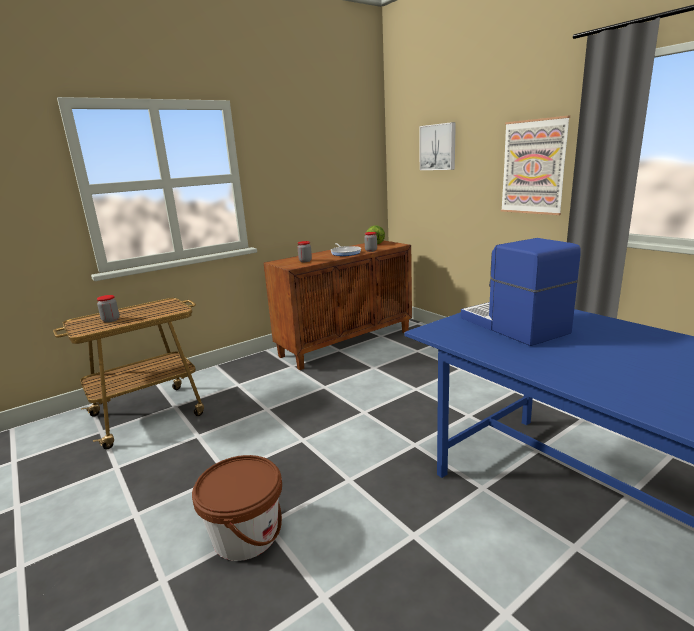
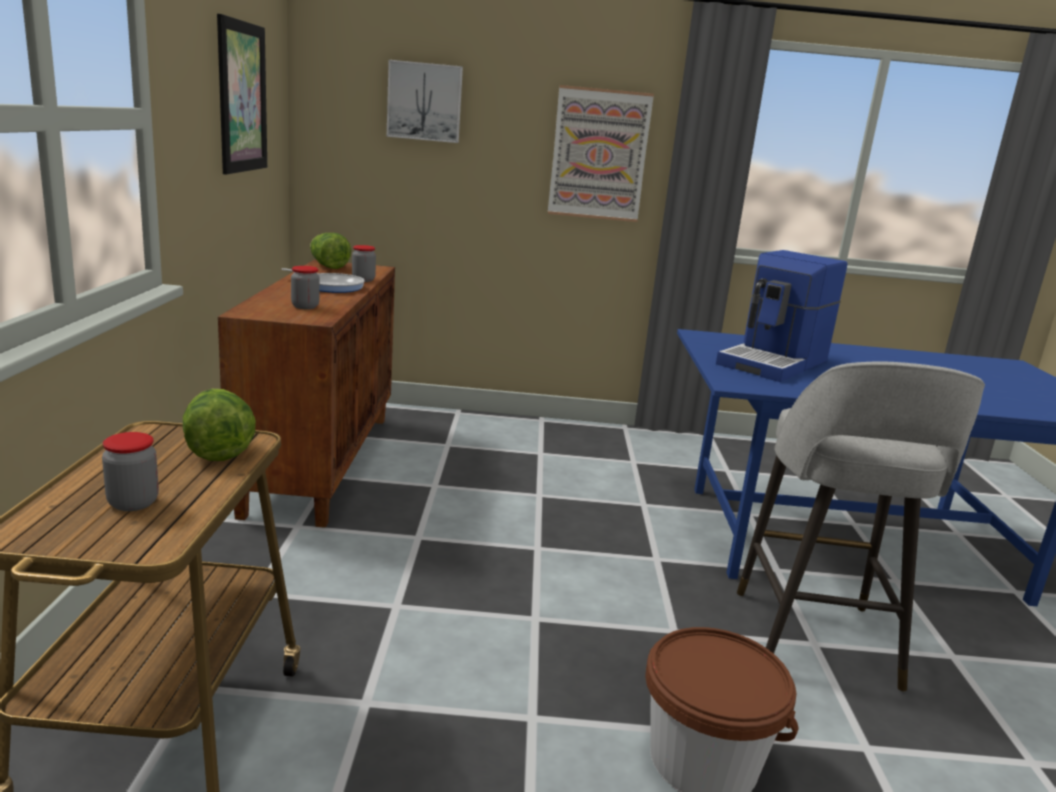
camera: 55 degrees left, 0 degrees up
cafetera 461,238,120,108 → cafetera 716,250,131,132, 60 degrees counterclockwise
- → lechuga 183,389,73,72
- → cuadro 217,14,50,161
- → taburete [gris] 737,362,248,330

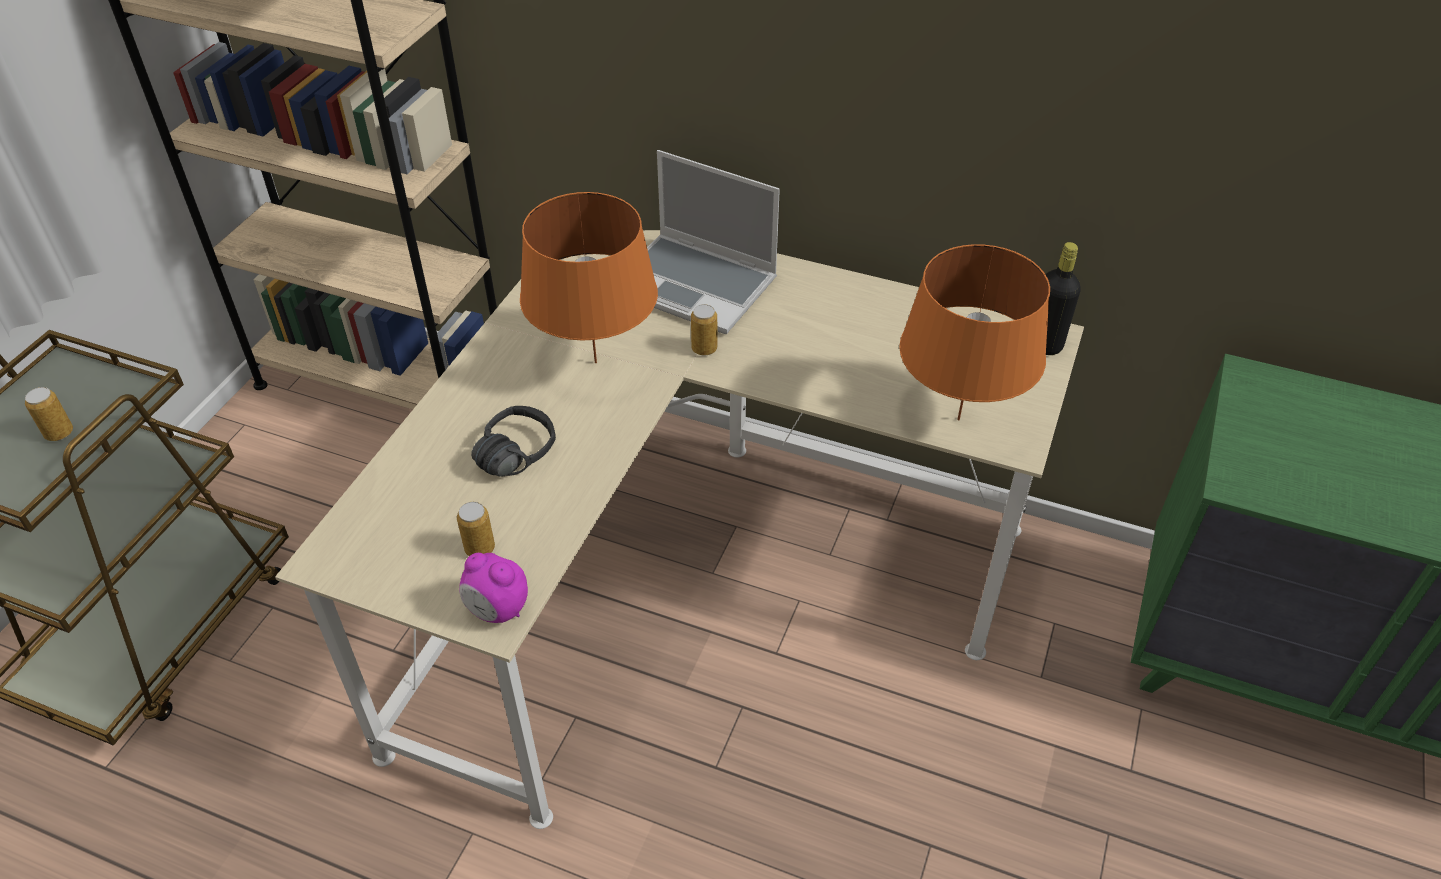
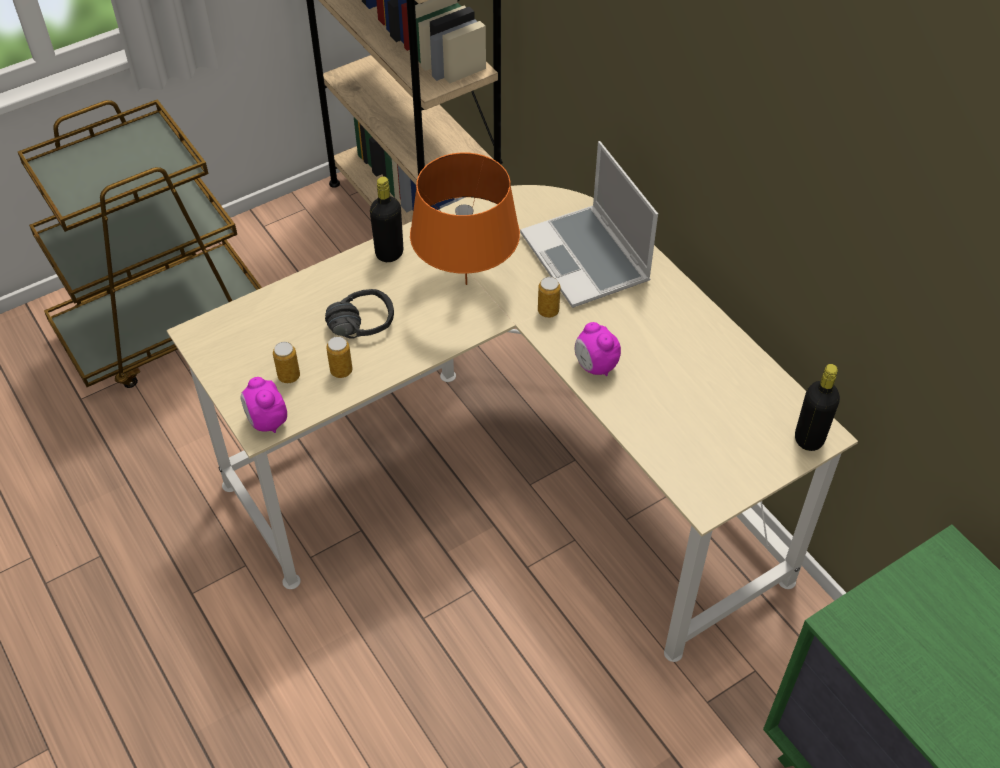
camera: 35 degrees right, 5 degrees up
lata 25,387,48,54 → lata 326,336,26,42, moved
lámpara de mesa [naranja] 899,244,151,177 → -
- → botella [negro] 370,176,33,86
- → despertador 575,322,46,54

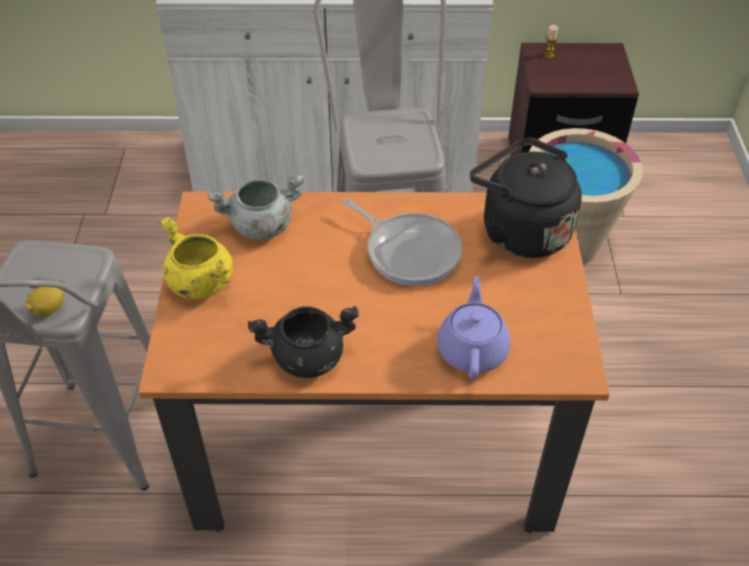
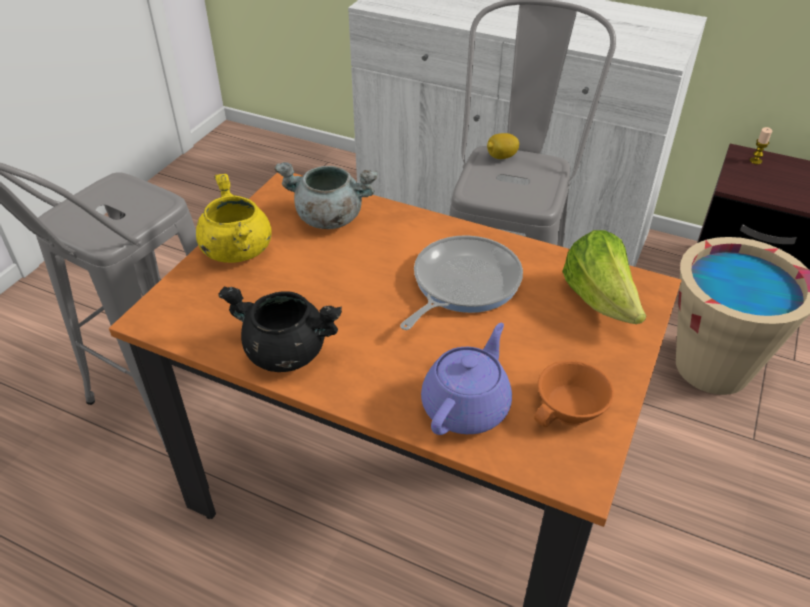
camera: 25 degrees right, 5 degrees down
limón 26,287,38,29 → limón 487,133,32,26, moved
sartén 343,199,120,87 → sartén 400,235,123,95, 120 degrees counterclockwise
hervidor [negro] 470,137,112,121 → lechuga 562,230,84,94
- → taza [naranja] 534,360,80,67

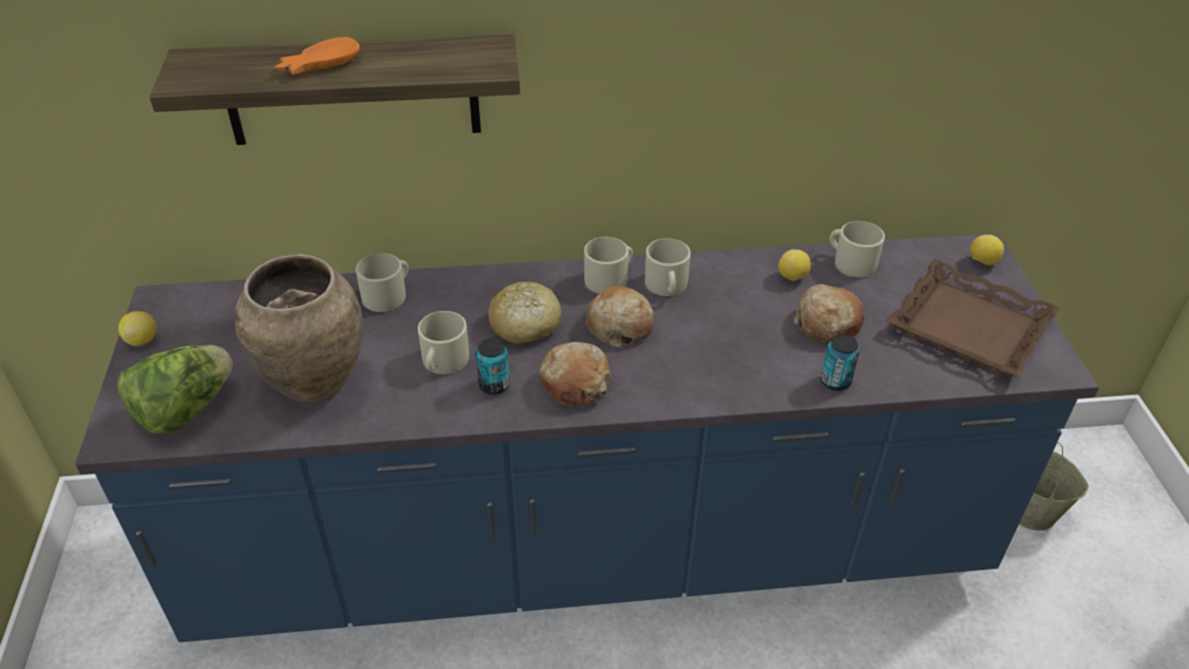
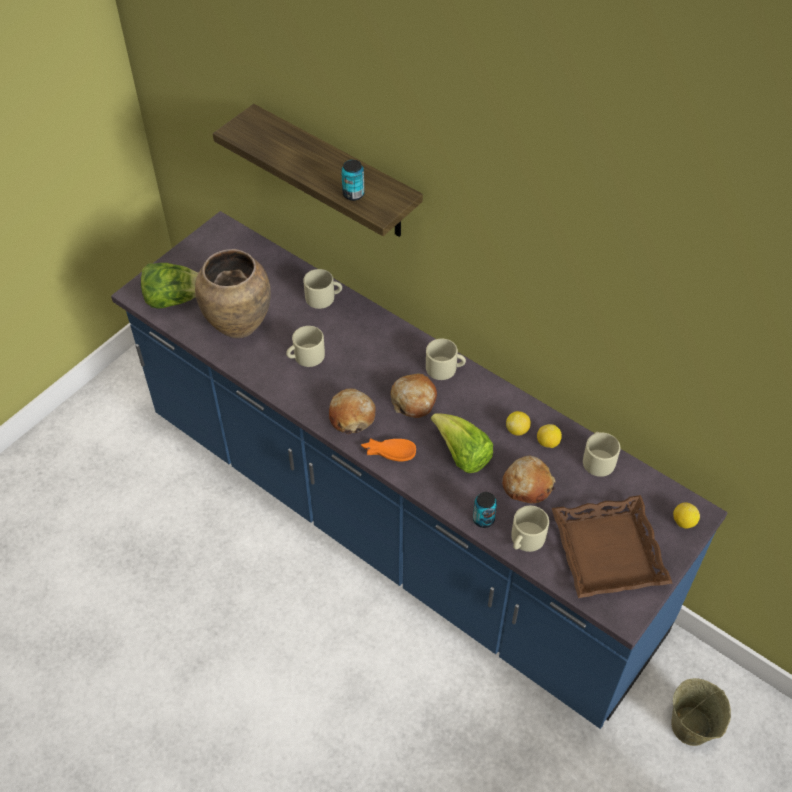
camera: 45 degrees right, 10 degrees up
limón 118,311,39,35 → limón 506,411,25,25, moved
cuenco [naranja] 274,37,86,38 → cuenco [naranja] 361,438,55,23, moved
lata 476,338,34,57 → lata 341,160,23,41, moved
pan 488,282,73,62 → -
taza grande [beis] 645,238,46,58 → taza grande [beis] 511,506,38,46, moved
- → lechuga 431,413,62,60

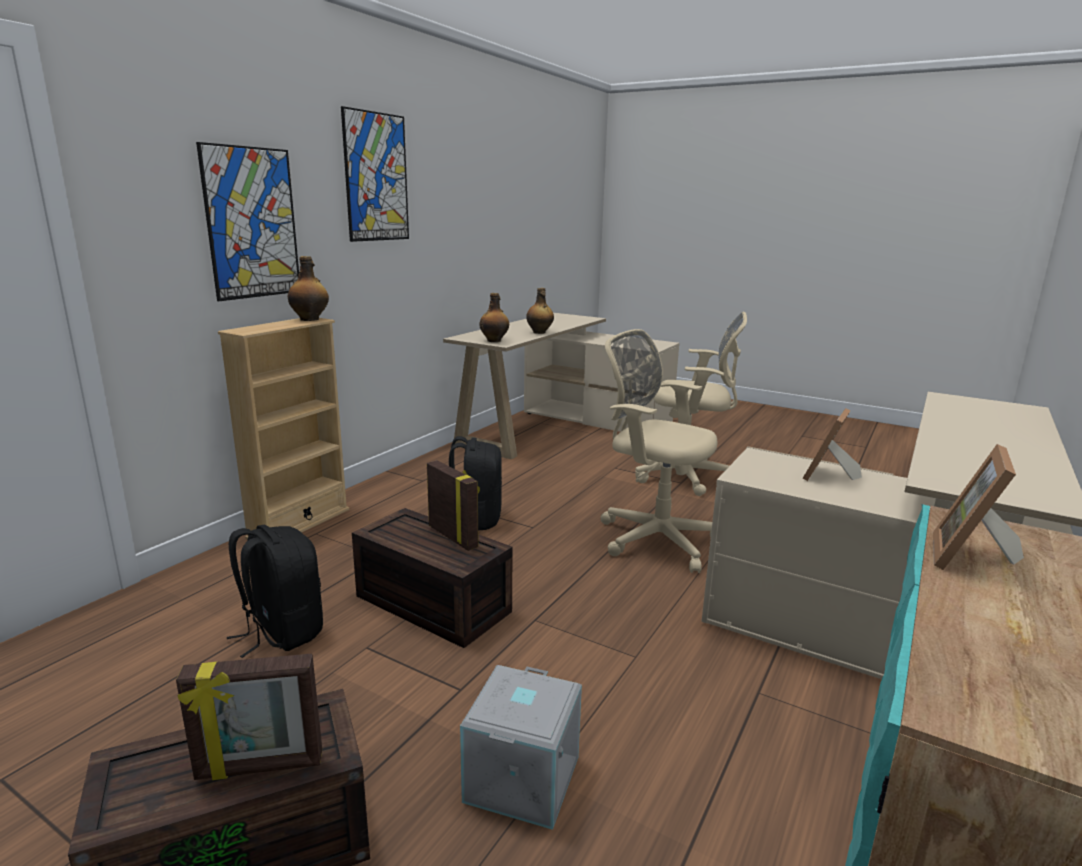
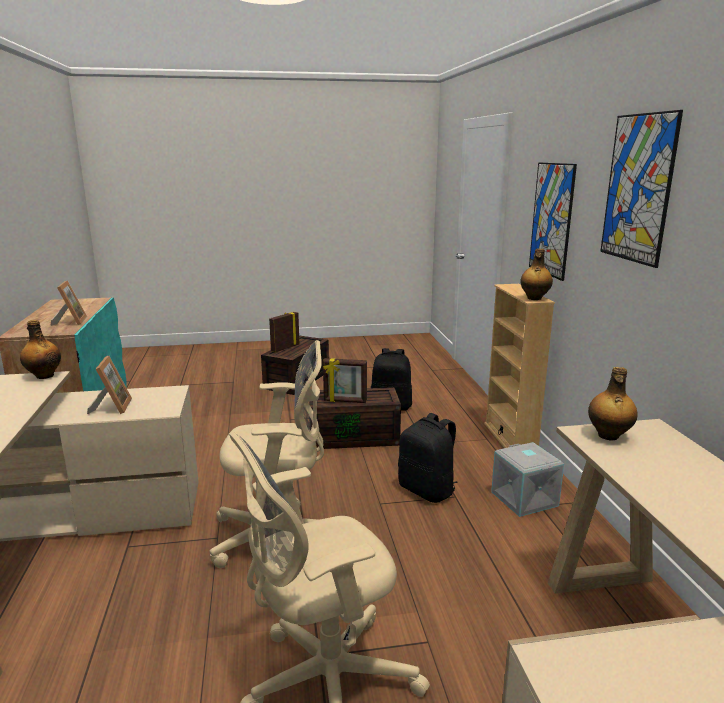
camera: 140 degrees right, 0 degrees up
caja de almacenaje [gris] 460,665,122,165 → caja de almacenaje [gris] 491,442,73,75, moved
botella 526,288,28,46 → botella 20,320,41,59, moved

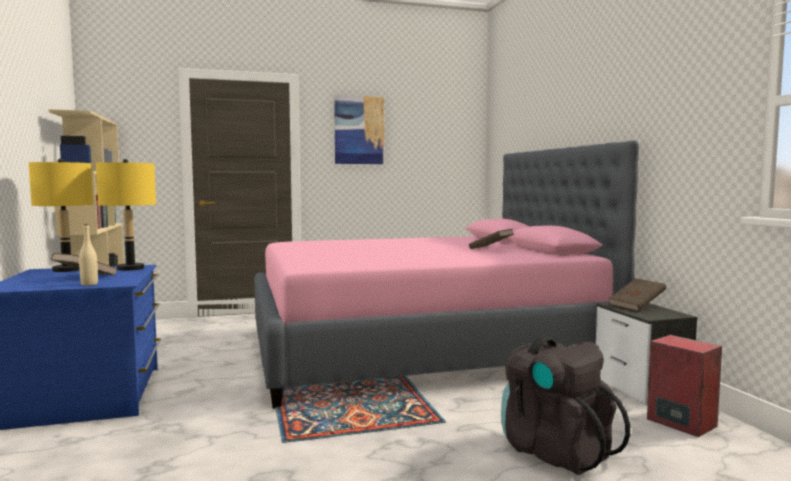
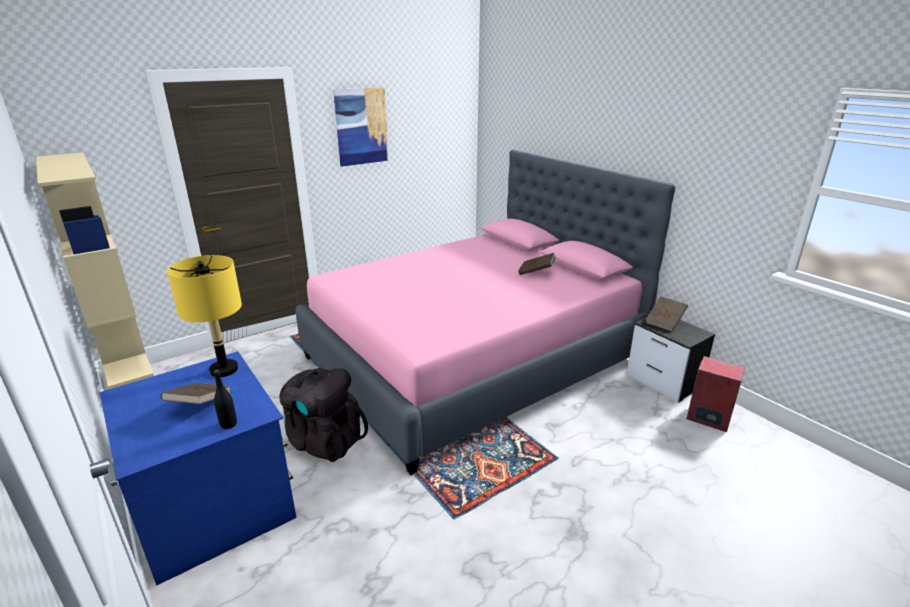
camera: 20 degrees left, 20 degrees up
lámpara de mesa [amarillo] 29,159,64,113 → -
botella [beis] 79,224,19,62 → botella [negro] 214,370,23,59
mochila [negro] 501,336,129,139 → mochila [negro] 279,368,89,94, moved

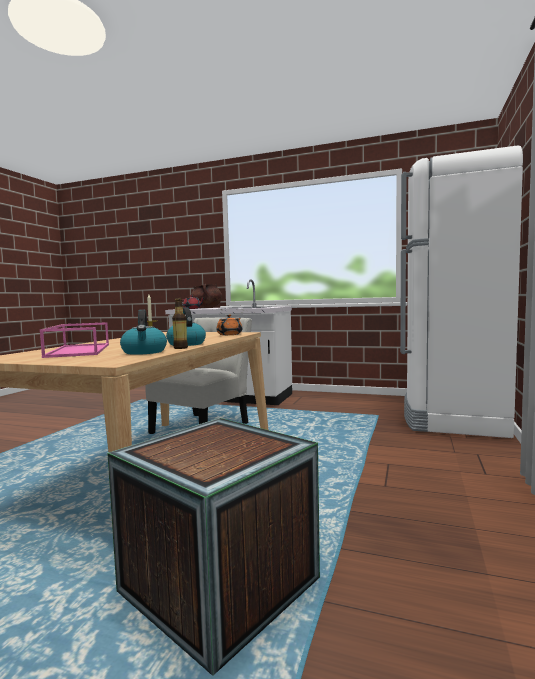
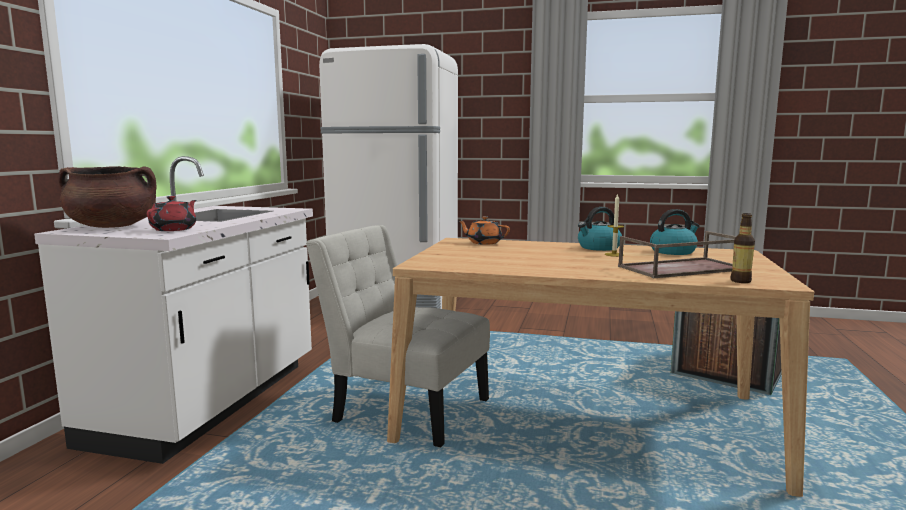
camera: 95 degrees left, 5 degrees up
bandeja [rosa] 40,322,69,36 → bandeja [marrón] 618,231,119,47
botella 172,298,16,51 → botella 731,213,24,70, moved

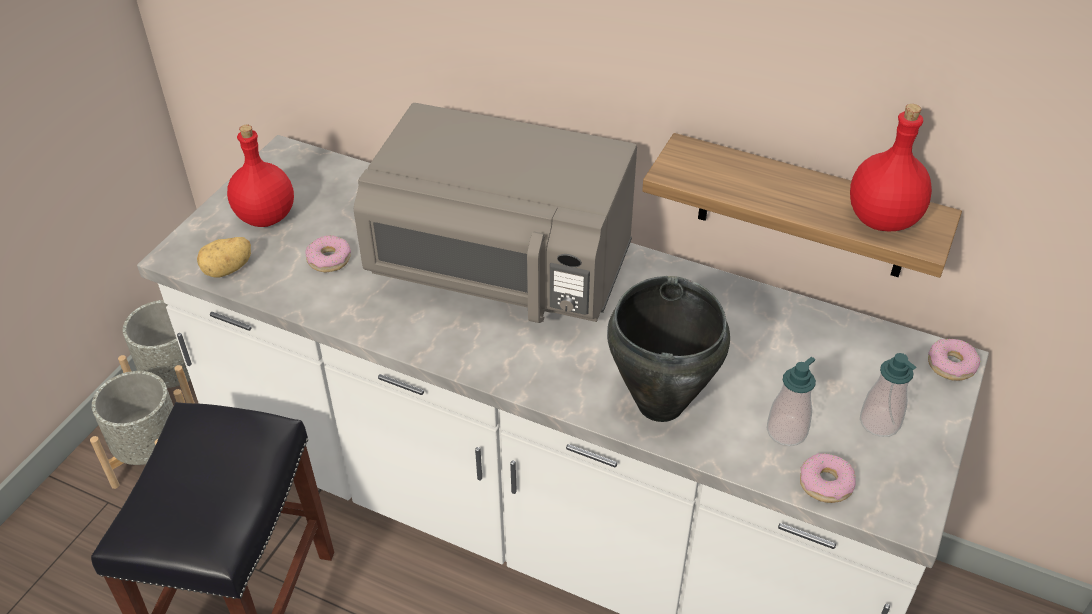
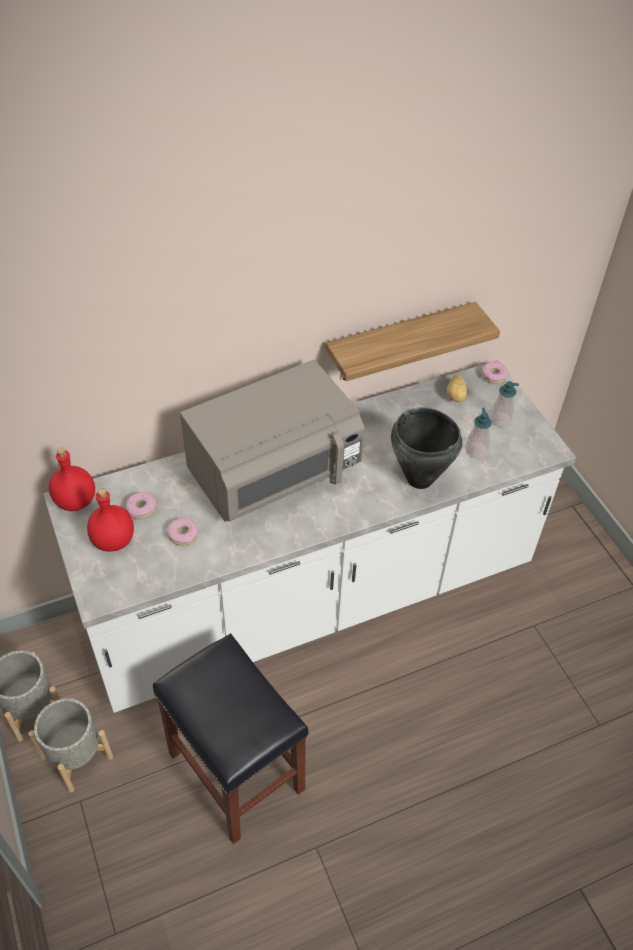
camera: 50 degrees left, 5 degrees up
patata 197,237,54,40 → patata 447,374,21,28, moved
rosquilla 800,453,56,50 → rosquilla 125,492,32,27, moved
botella [rojo] 850,104,82,127 → botella [rojo] 49,448,46,63, moved

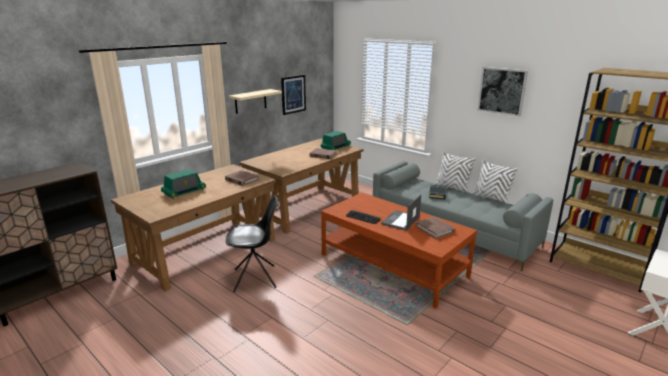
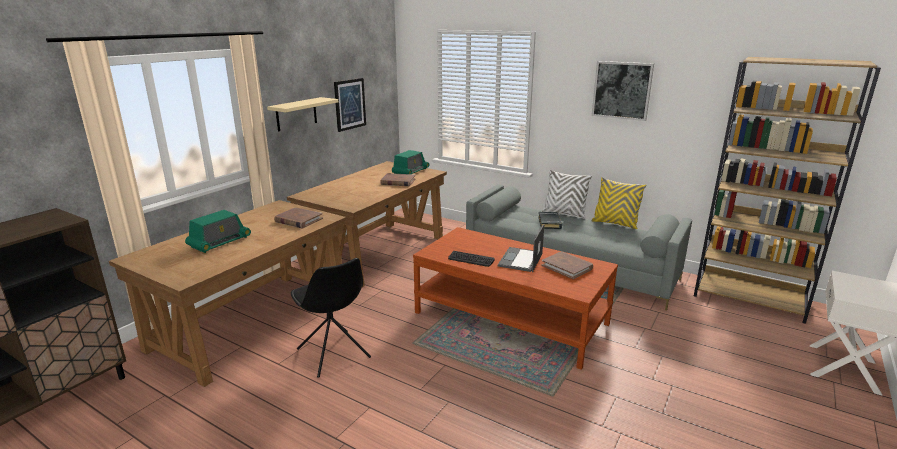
camera: 10 degrees left, 0 degrees up
silla [negro] 226,196,53,96 → silla [negro] 291,258,80,119, 75 degrees clockwise
cojín [blanco] 473,160,45,44 → cojín [amarillo] 591,177,56,52

